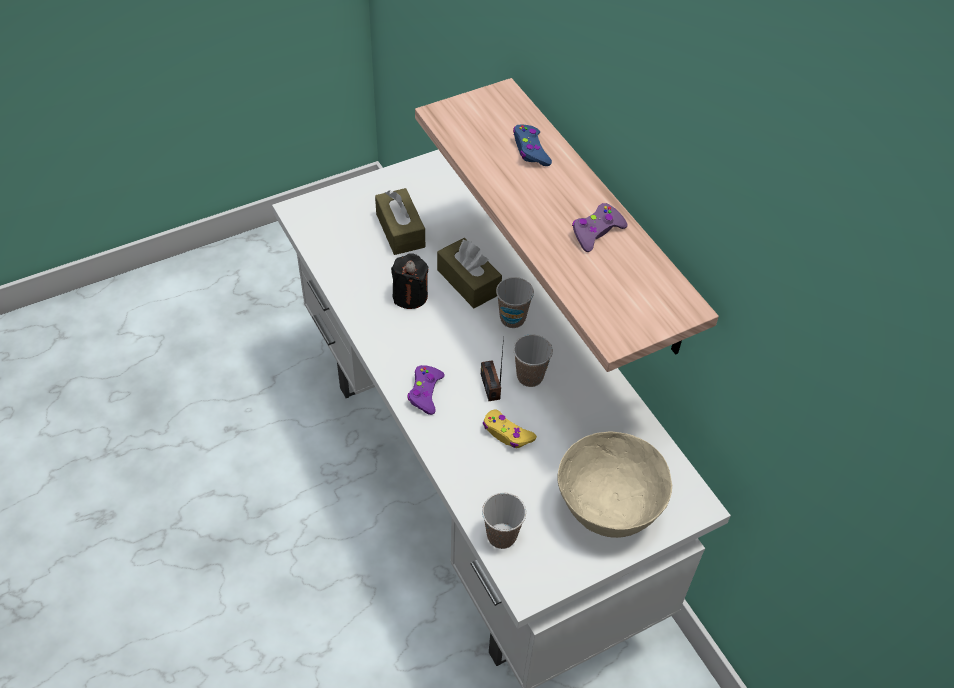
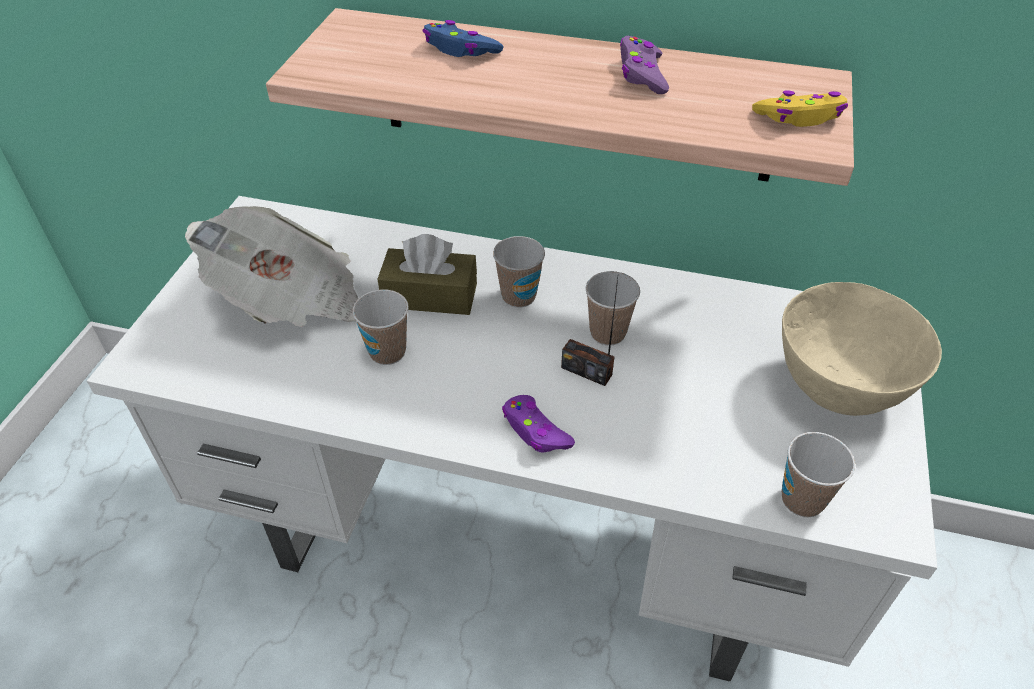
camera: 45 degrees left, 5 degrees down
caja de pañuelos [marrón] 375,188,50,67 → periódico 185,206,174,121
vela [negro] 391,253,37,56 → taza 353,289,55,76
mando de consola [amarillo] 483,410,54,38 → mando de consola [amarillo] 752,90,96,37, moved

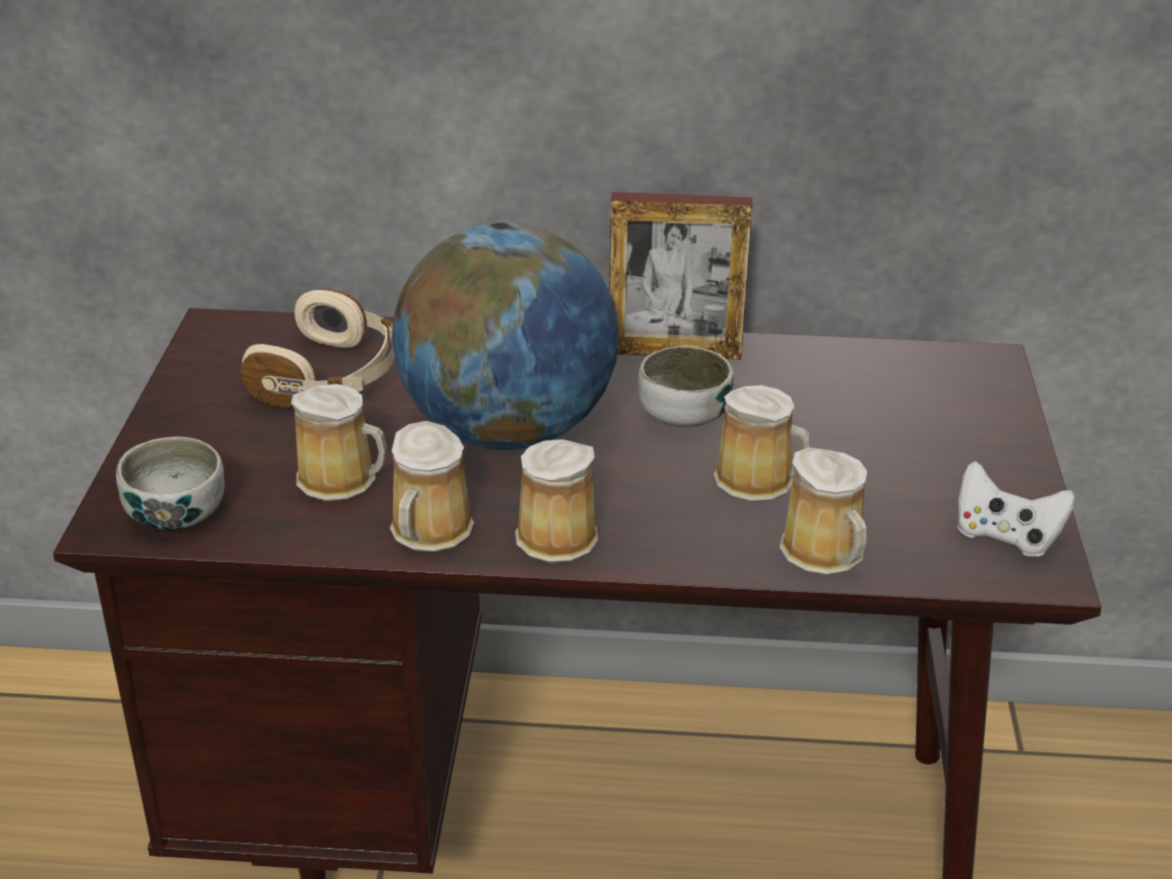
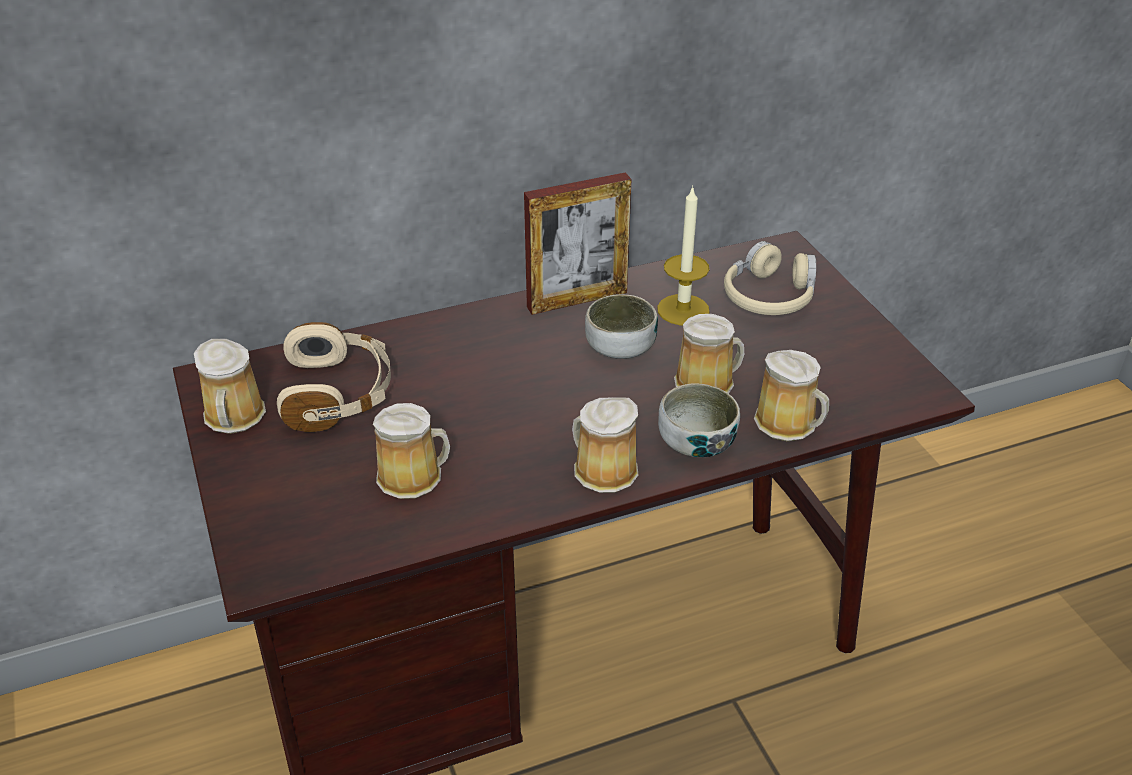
camera: 25 degrees left, 5 degrees up
cuenco 116,437,109,93 → cuenco 658,383,82,74, moved
taza grande 390,421,84,131 → taza grande 194,339,72,95, moved
globo terráqueo 392,223,227,227 → -
mando de consola [blanco] 957,461,118,97 → -
- → vela 657,185,53,140
- → auriculares [beis] 724,241,92,74

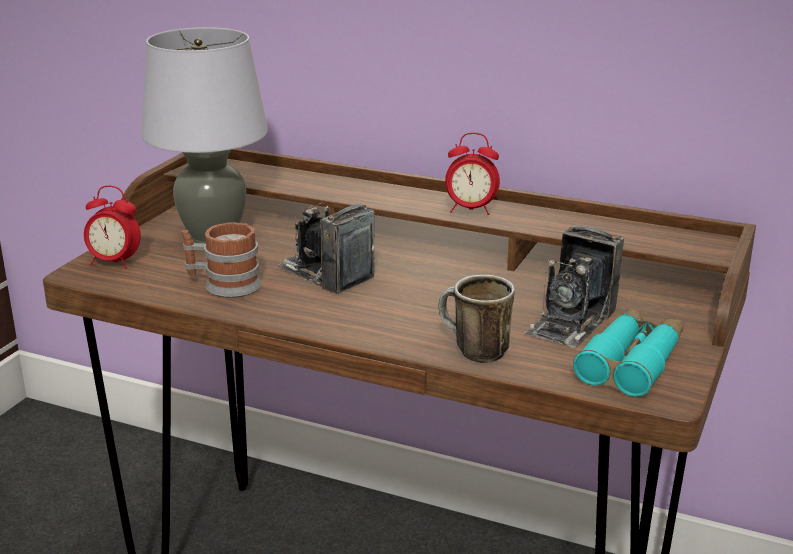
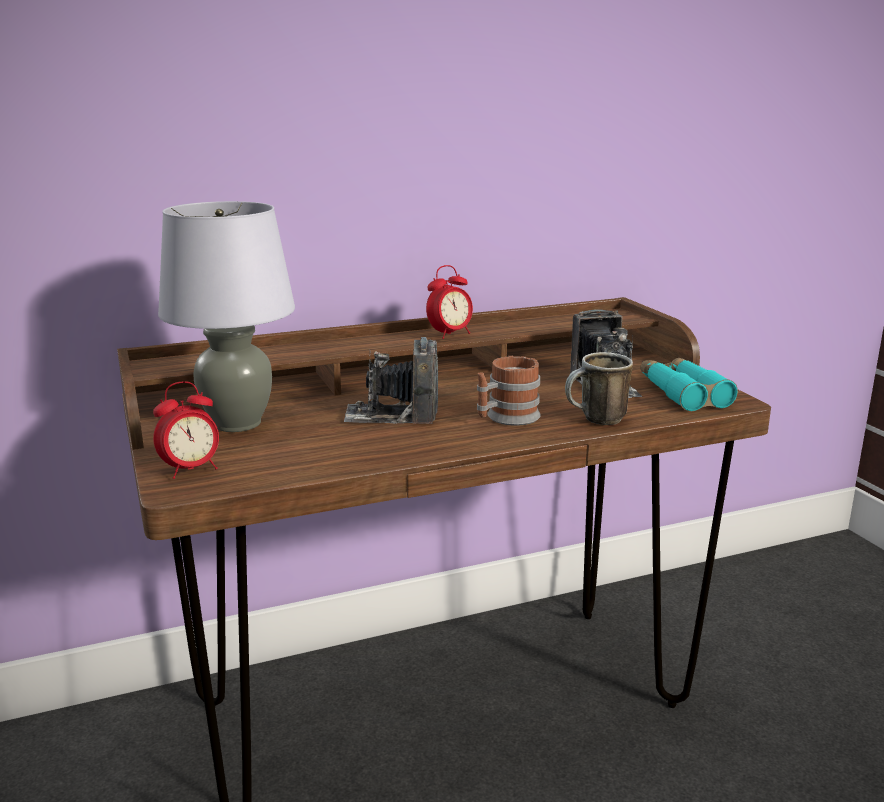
camera: 45 degrees left, 5 degrees down
taza grande 182,222,80,76 → taza grande 477,356,64,70, moved

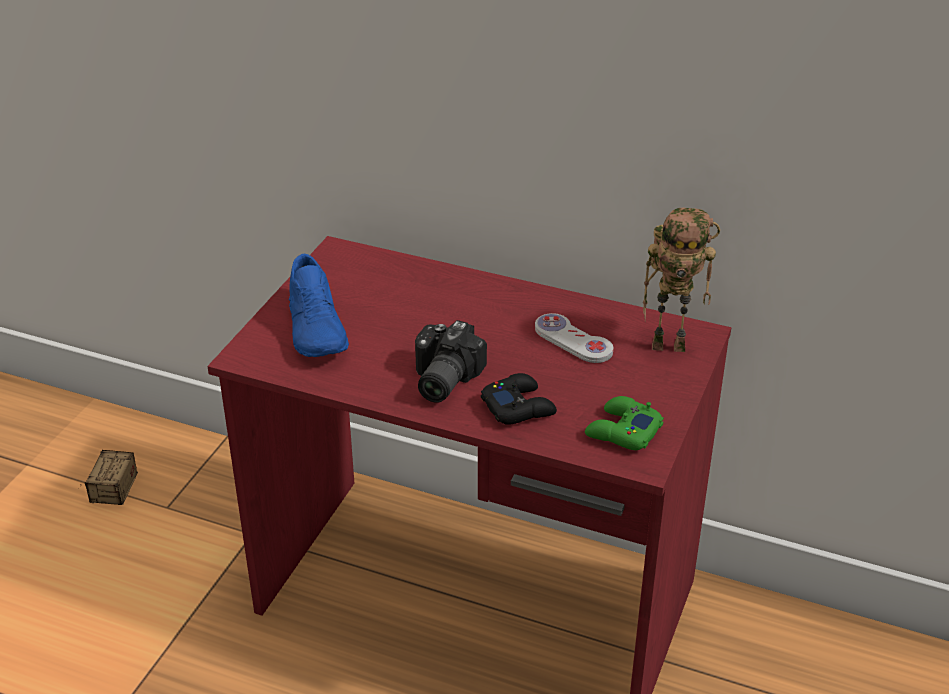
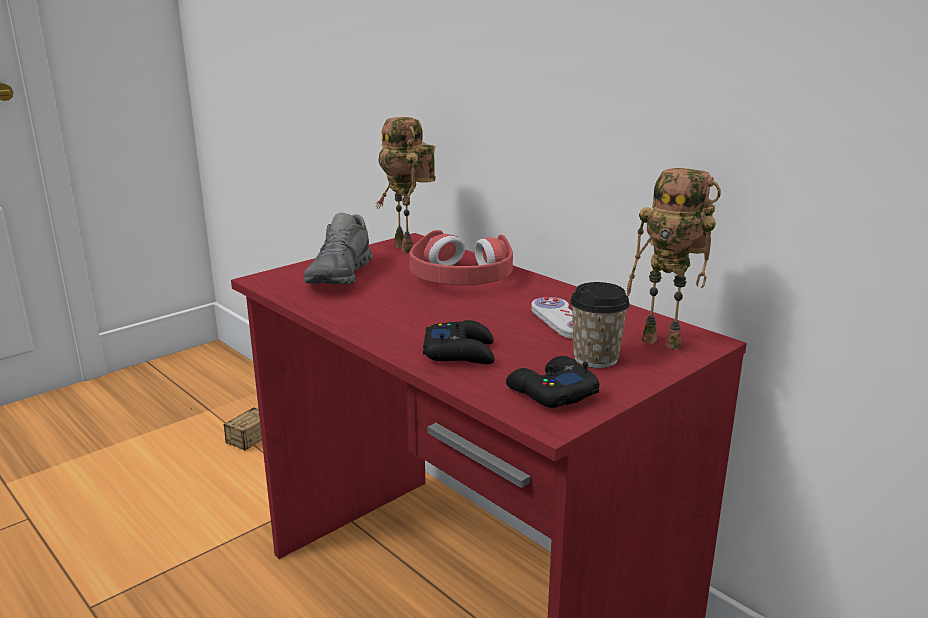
camera: 25 degrees right, 15 degrees down
zapato [azul] 289,254,60,103 → zapato [gris] 304,213,69,71
cámara 415,320,72,83 → -
mando de consola [verde] 585,396,79,54 → mando de consola [negro] 506,356,93,52
- → robot de juguete 376,117,60,136
- → auriculares [rojo] 409,230,104,55
- → taza 570,282,60,86

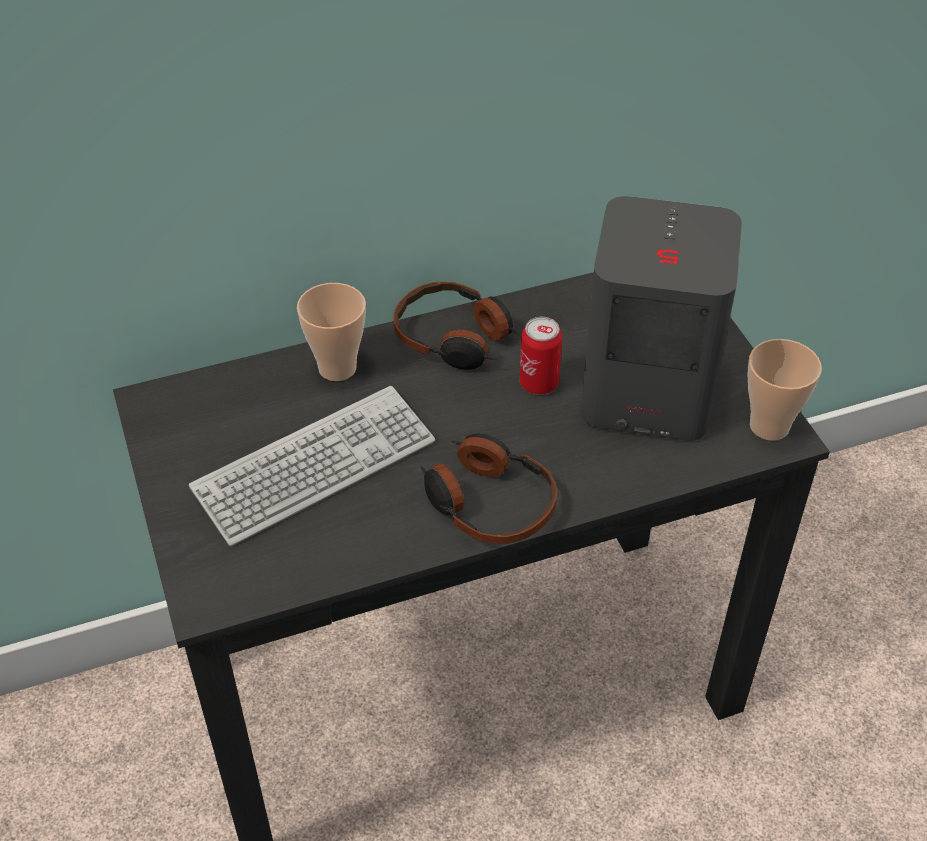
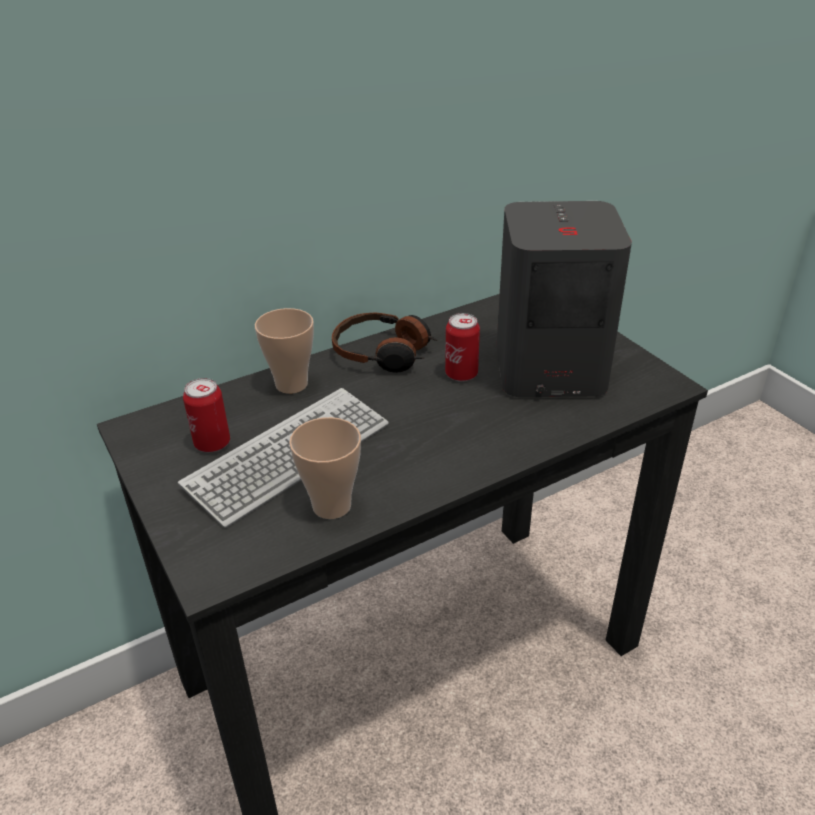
camera: 10 degrees left, 10 degrees down
auriculares 420,433,137,111 → -
taza 748,339,74,102 → taza 289,417,72,102, moved
- → lata 183,378,47,74

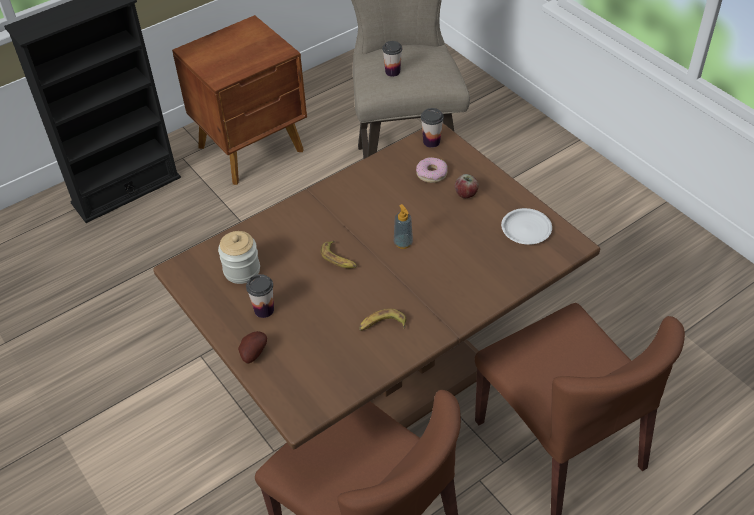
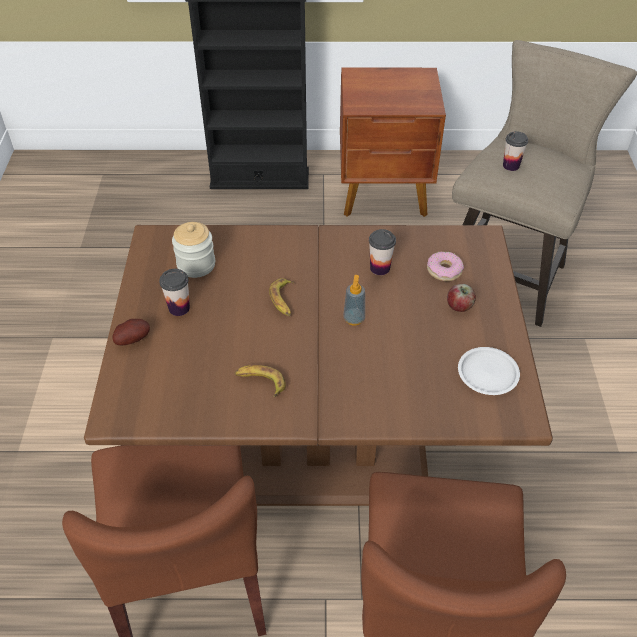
camera: 35 degrees right, 0 degrees up
taza 421,108,23,40 → taza 369,229,27,46, moved

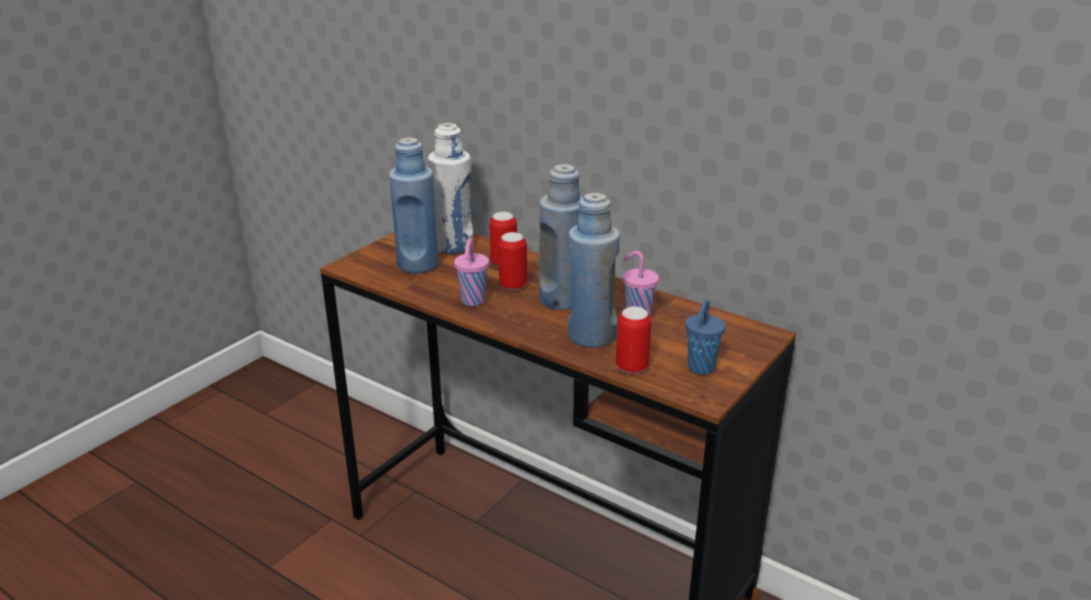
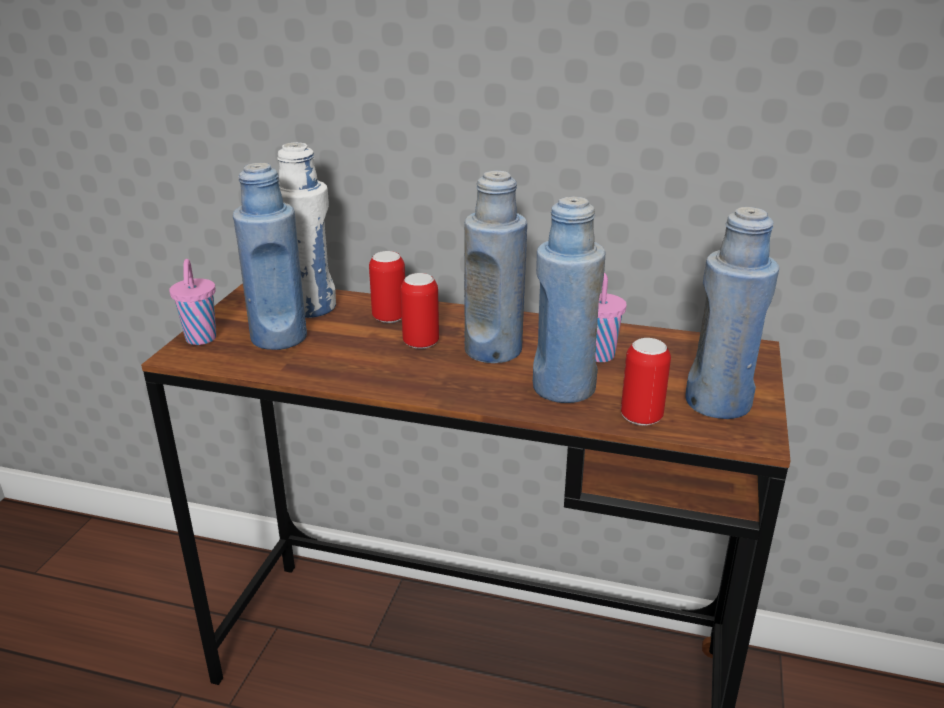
camera: 20 degrees left, 0 degrees up
taza [rosa] 454,239,35,67 → taza [rosa] 169,259,47,86, moved
taza [azul] 685,300,41,75 → botella [azul] 685,207,94,212

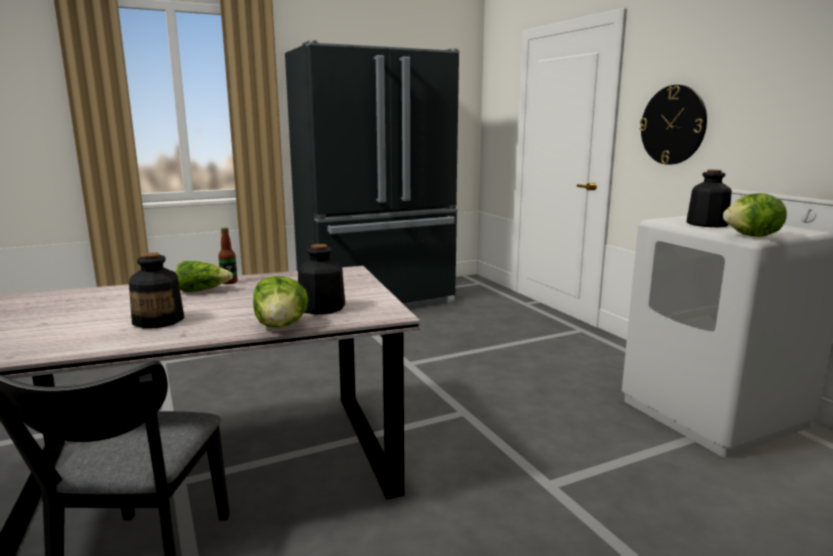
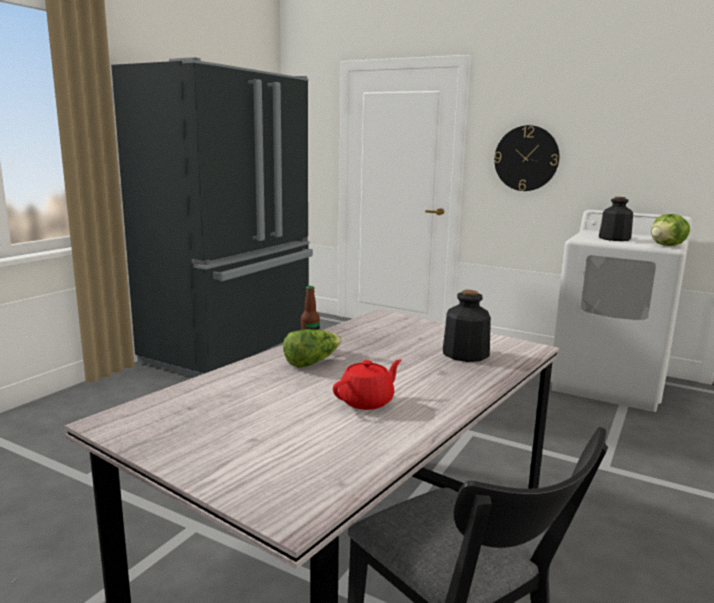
camera: 35 degrees left, 0 degrees up
botella 129,253,56,75 → tetera [rojo] 333,359,69,51
lechuga 253,276,56,52 → -

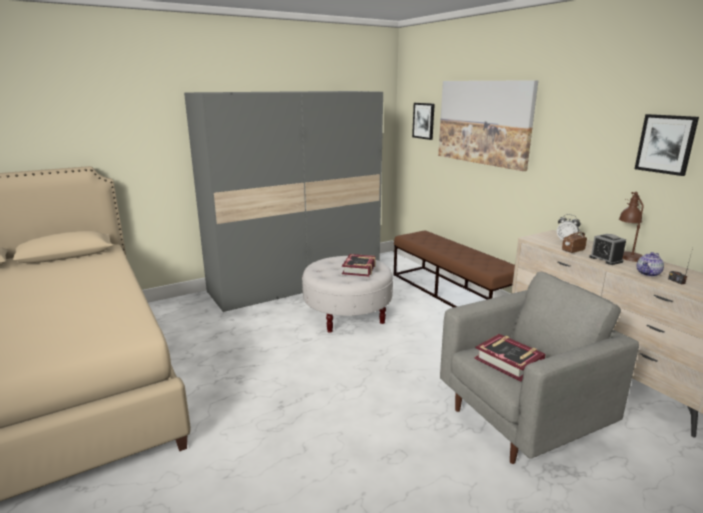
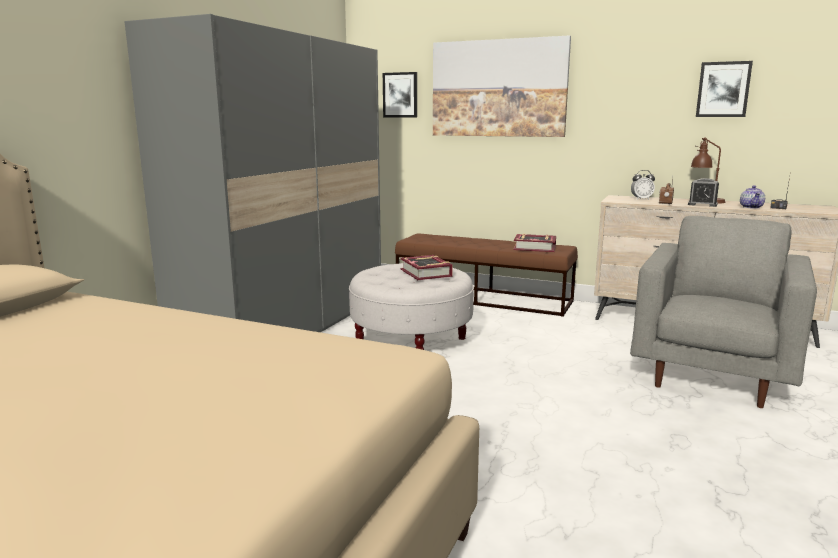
camera: 35 degrees left, 5 degrees down
libro 474,334,71,47 → libro 513,234,43,18, moved

